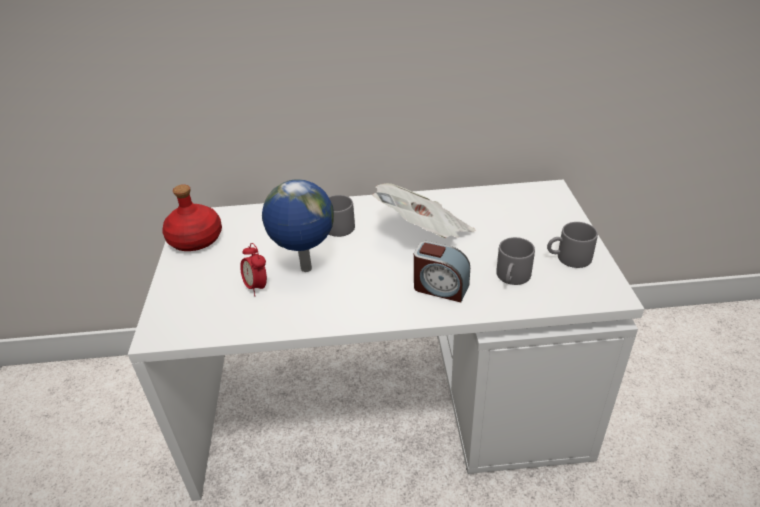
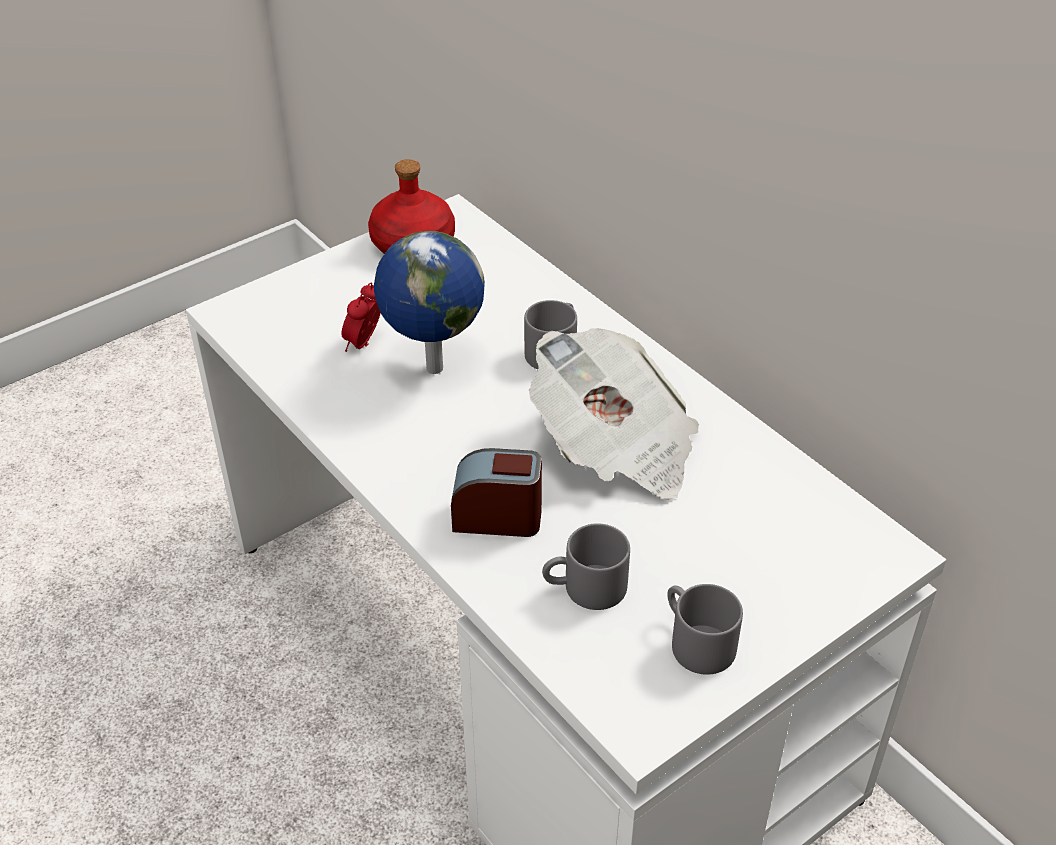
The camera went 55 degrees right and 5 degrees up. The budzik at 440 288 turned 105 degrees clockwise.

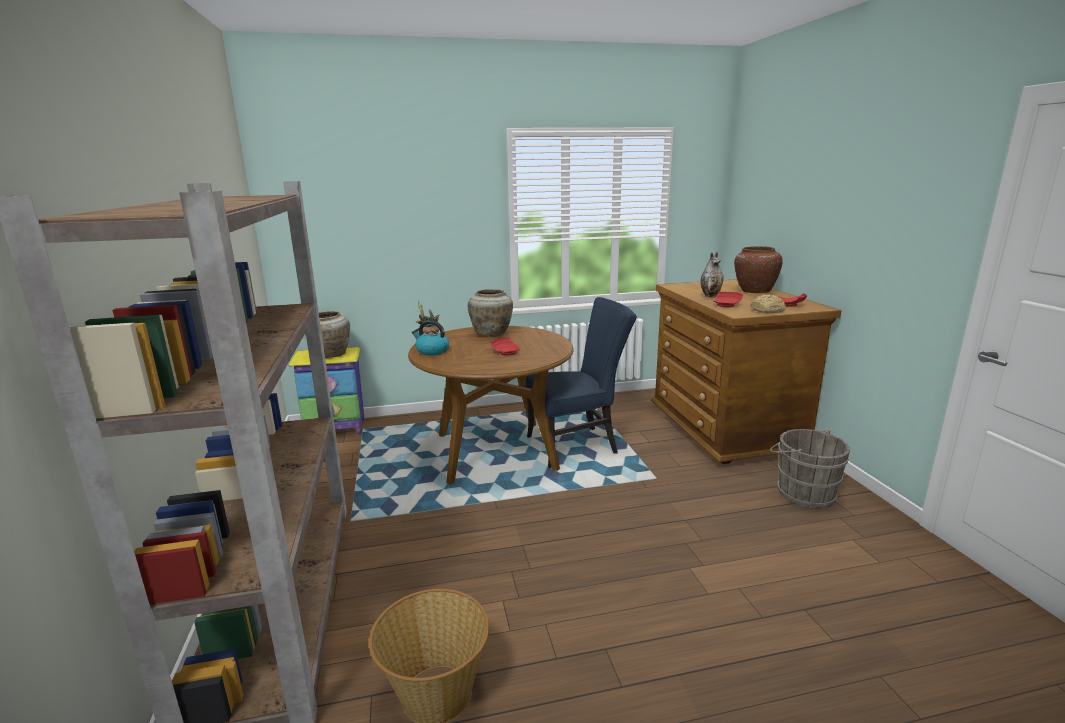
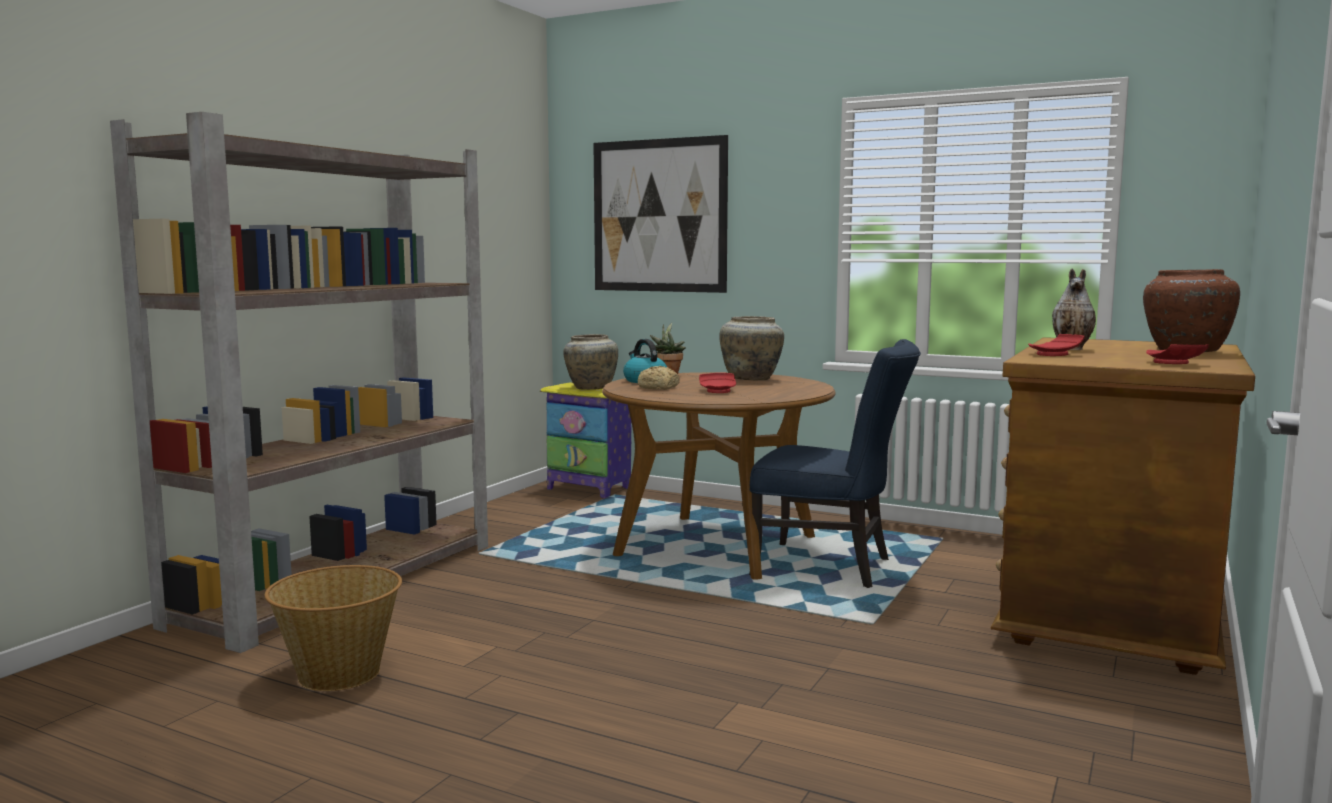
The camera went 40 degrees right and 10 degrees down. The chleb moved from 768 311 to 659 388. The wiadro (szary) at 802 492 disappeared. The obraz at 659 216 appeared.

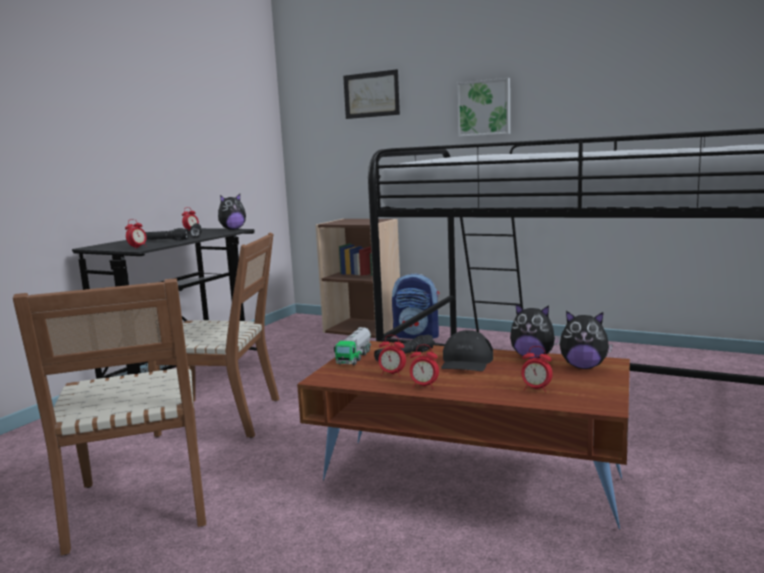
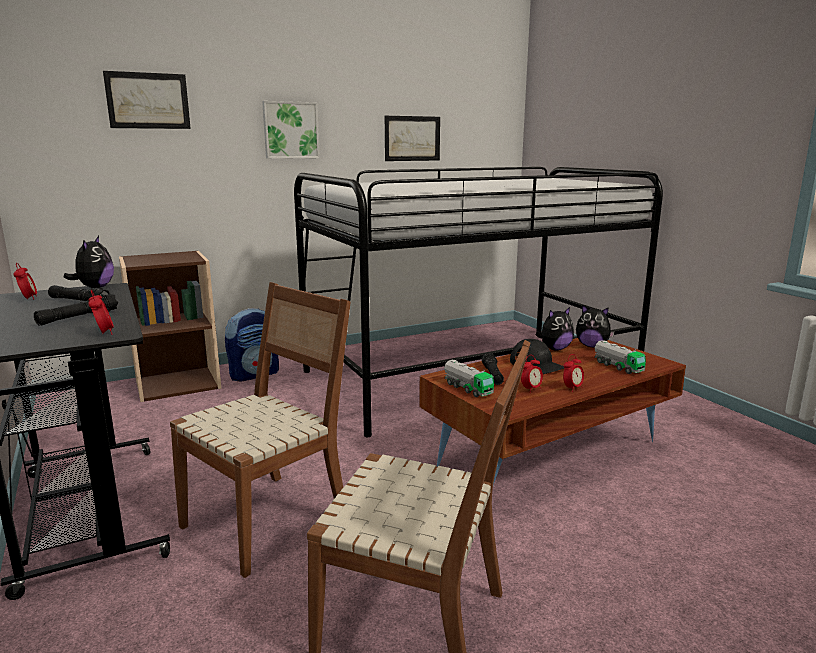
The camera went 55 degrees left and 5 degrees up. The budzik at 536 389 was replaced by the ciężarówka zabawkowa at 617 366. The pluszak at 583 367 turned 60 degrees clockwise. The obraz at 412 138 appeared.

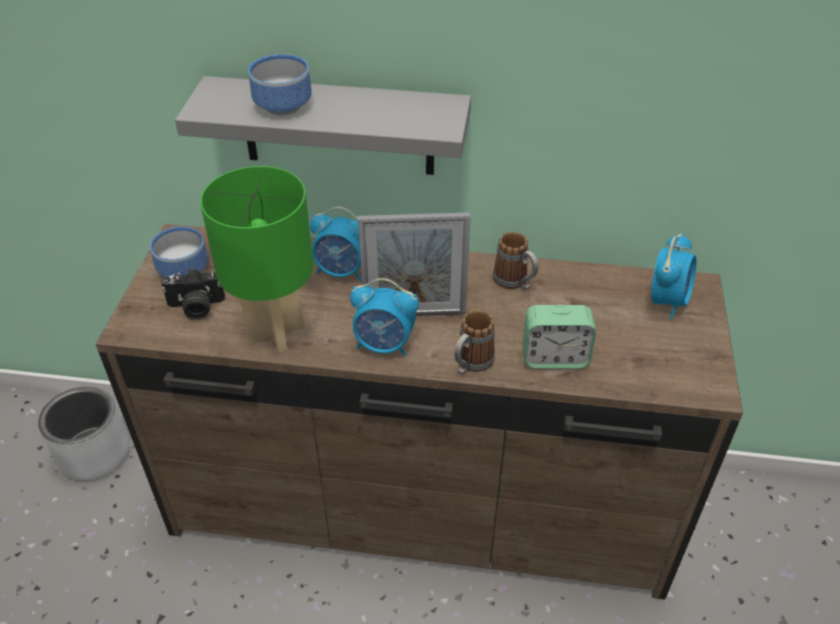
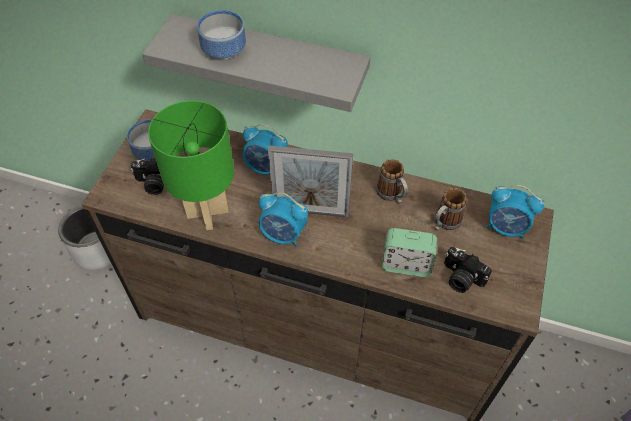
The camera went 10 degrees right and 10 degrees up. The kubek moved from 470 364 to 444 223. The budzik at 667 300 turned 75 degrees clockwise. The aparat fotograficzny at 460 278 appeared.

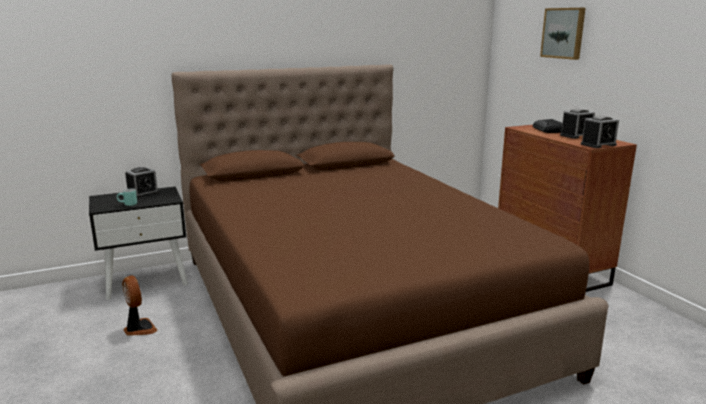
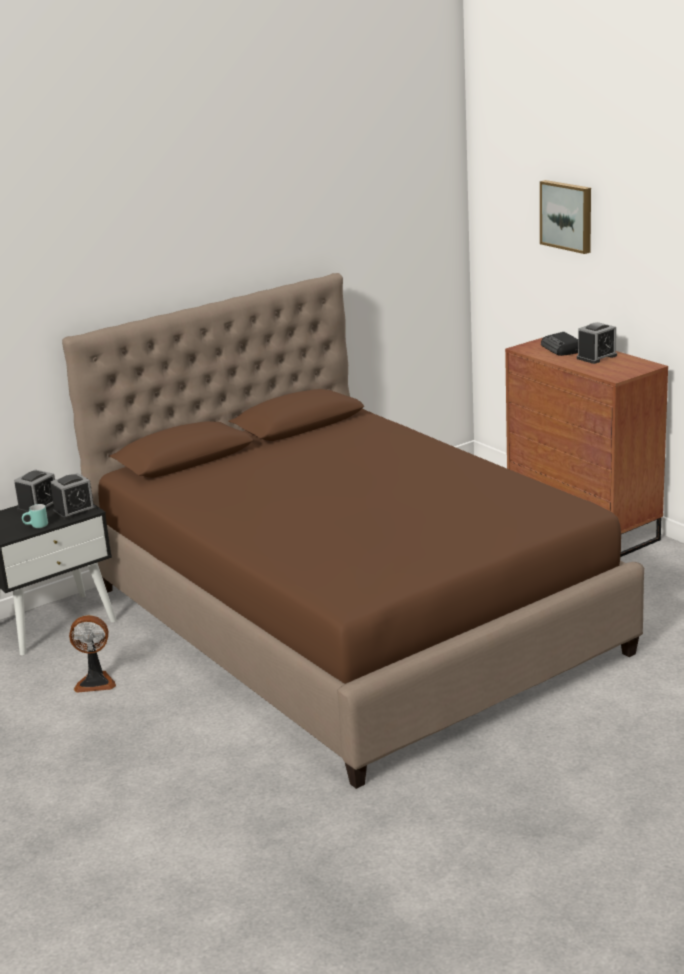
The camera went 10 degrees left and 5 degrees up. The wentylator at 139 329 turned 135 degrees clockwise. The budzik moved from 598 145 to 74 511.

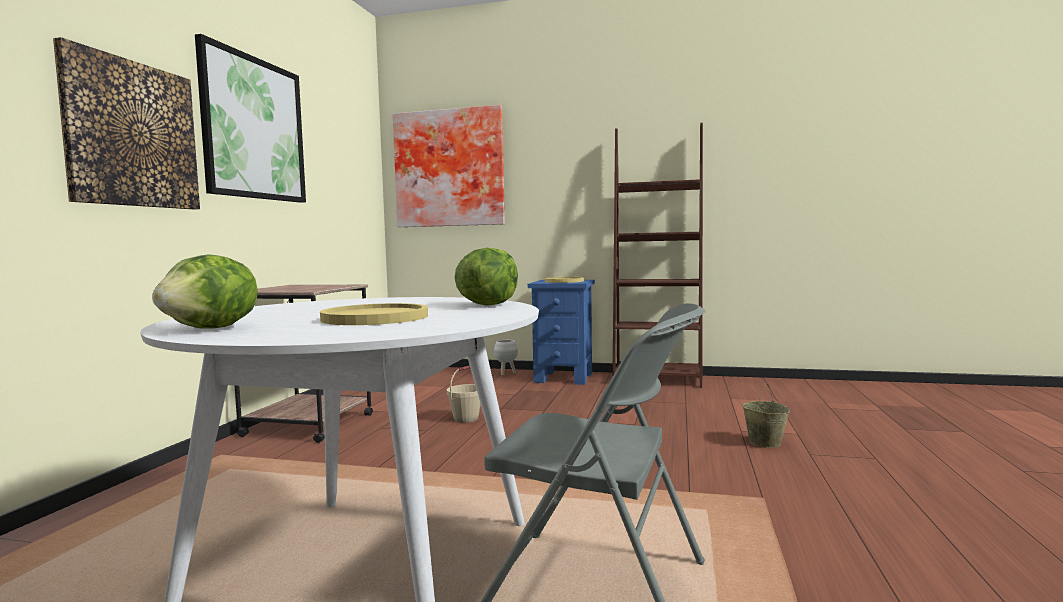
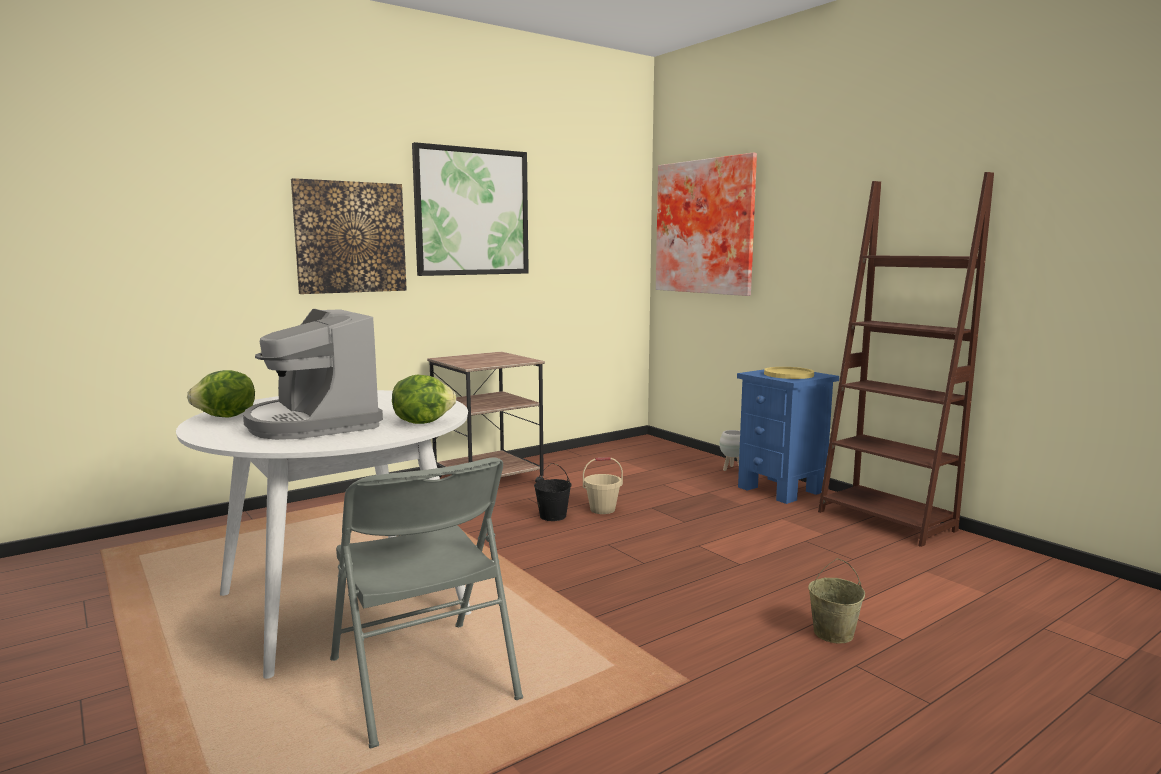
The camera went 40 degrees right and 5 degrees up. The talerz (żółty) at 375 317 was replaced by the ekspres do kawy at 313 424. The wiadro (czarny) at 552 516 appeared.

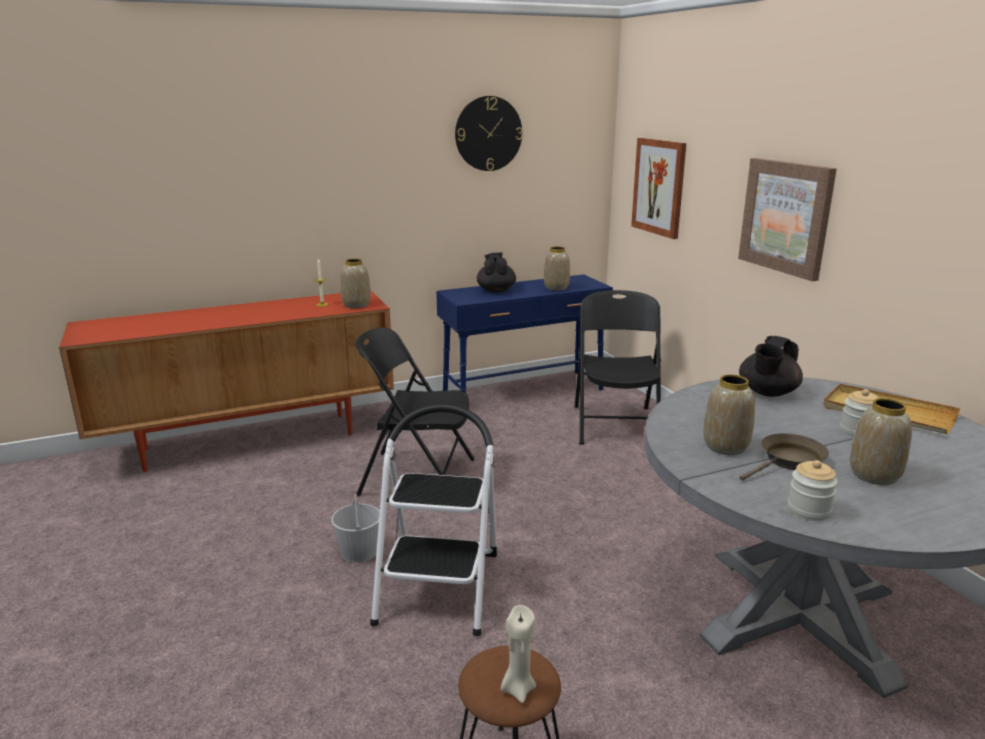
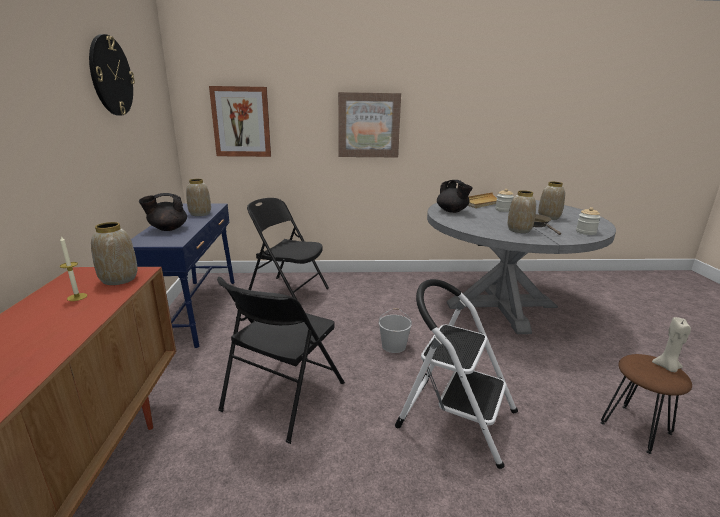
The camera went 70 degrees left and 0 degrees up. The wiadro (biały) moved from 359 551 to 394 346. The imbryk (czarny) at 496 290 turned 45 degrees counterclockwise.

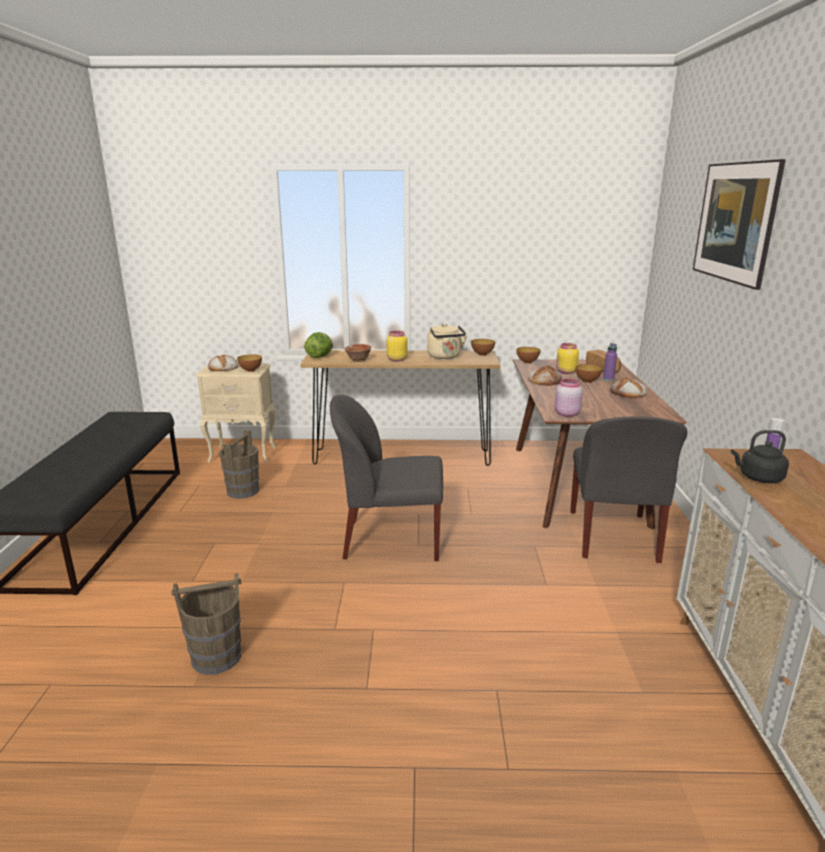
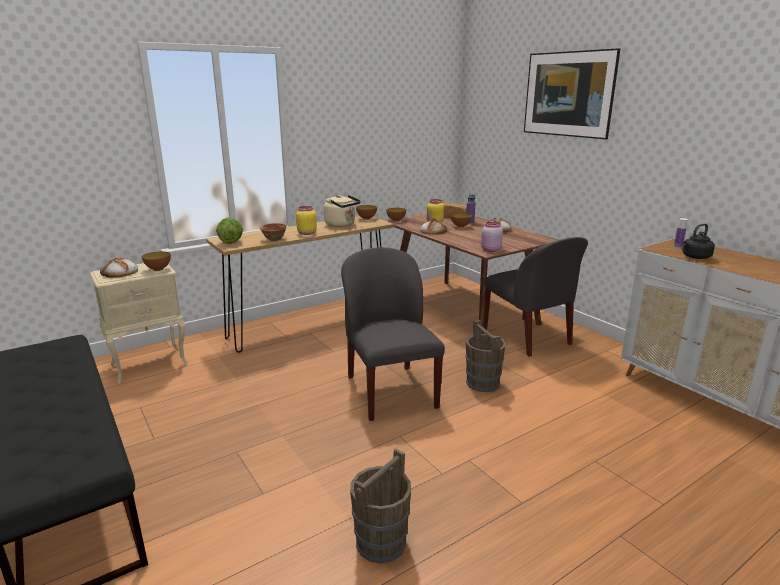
The camera went 35 degrees left and 0 degrees up. The wiadro (brązowy) moved from 243 491 to 482 383. The krzesło (szary) at 390 540 turned 105 degrees clockwise.

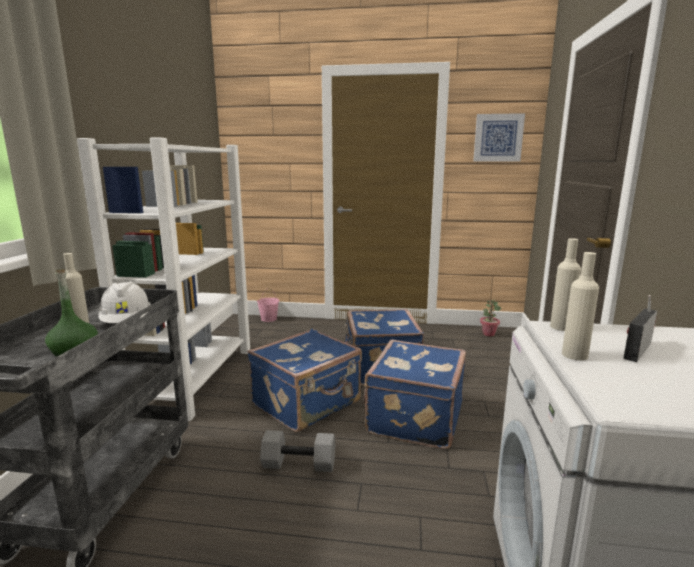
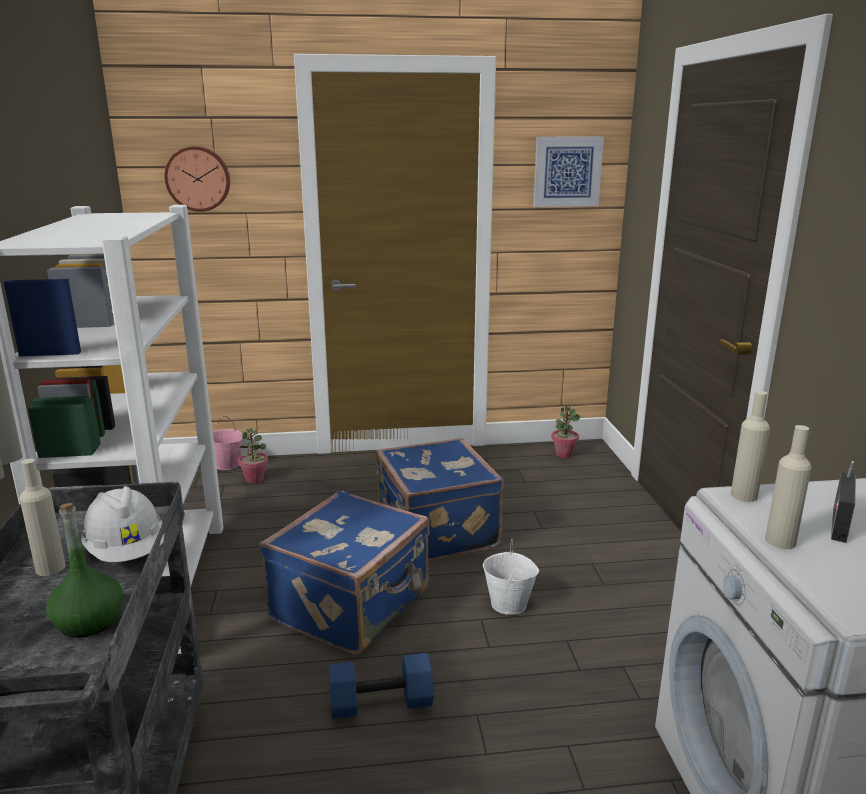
The camera went 15 degrees left and 5 degrees up. The hantel (szary) at 298 465 became the hantel (niebieski) at 380 704. The walizka (niebieski) at 413 418 was replaced by the wiadro (biały) at 509 604. The zegar ścienny at 198 179 appeared. The roślina doniczkowa at 254 479 appeared.

